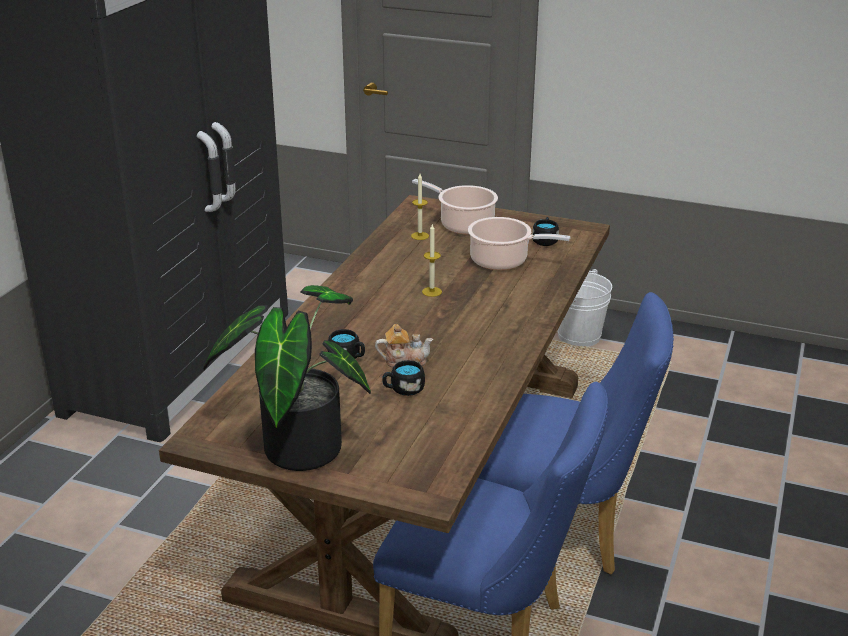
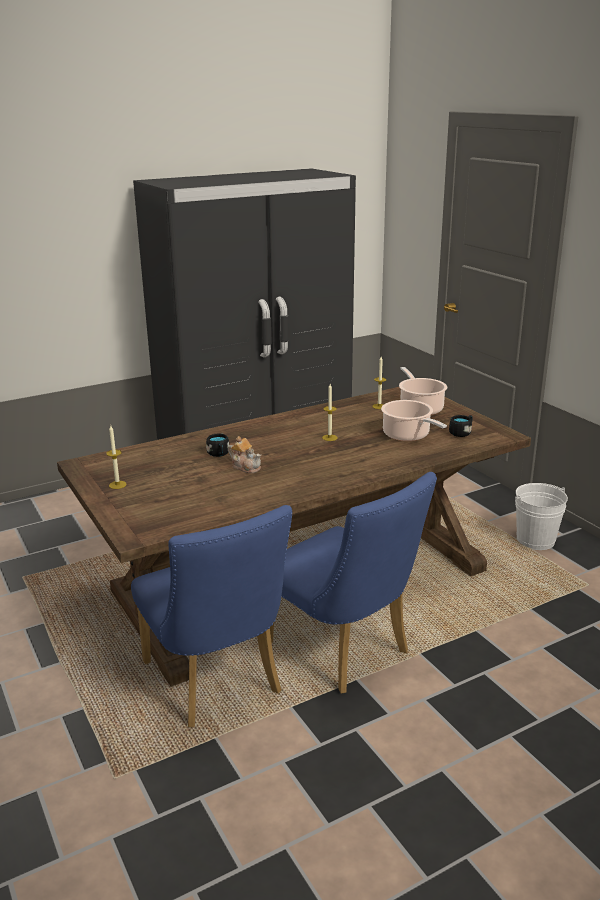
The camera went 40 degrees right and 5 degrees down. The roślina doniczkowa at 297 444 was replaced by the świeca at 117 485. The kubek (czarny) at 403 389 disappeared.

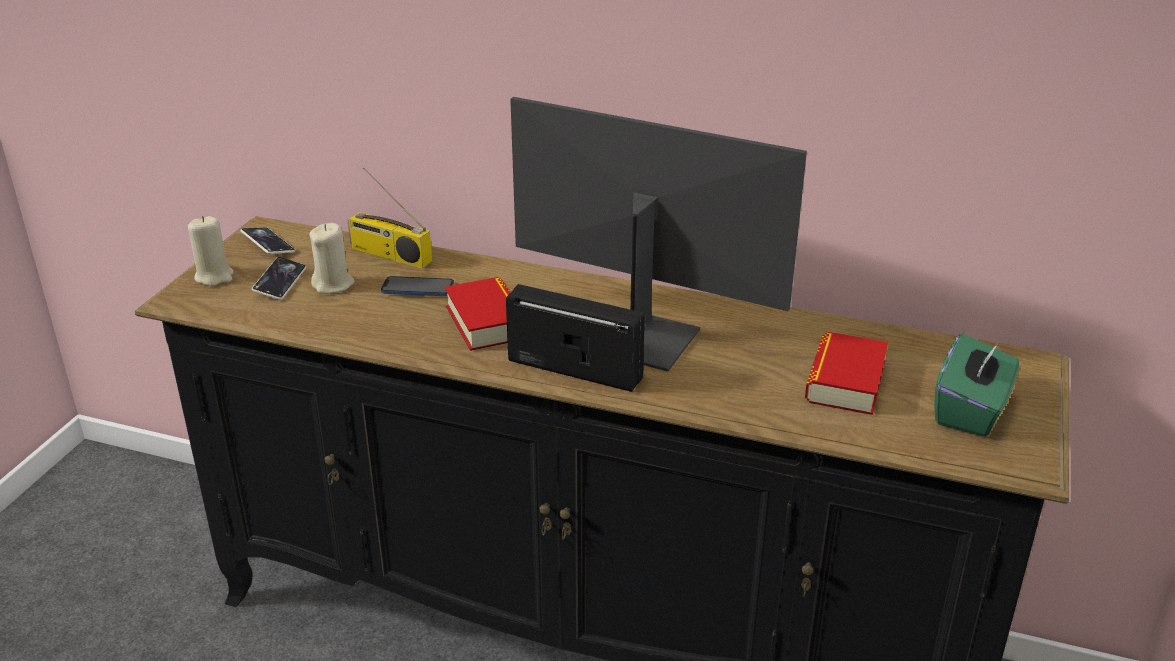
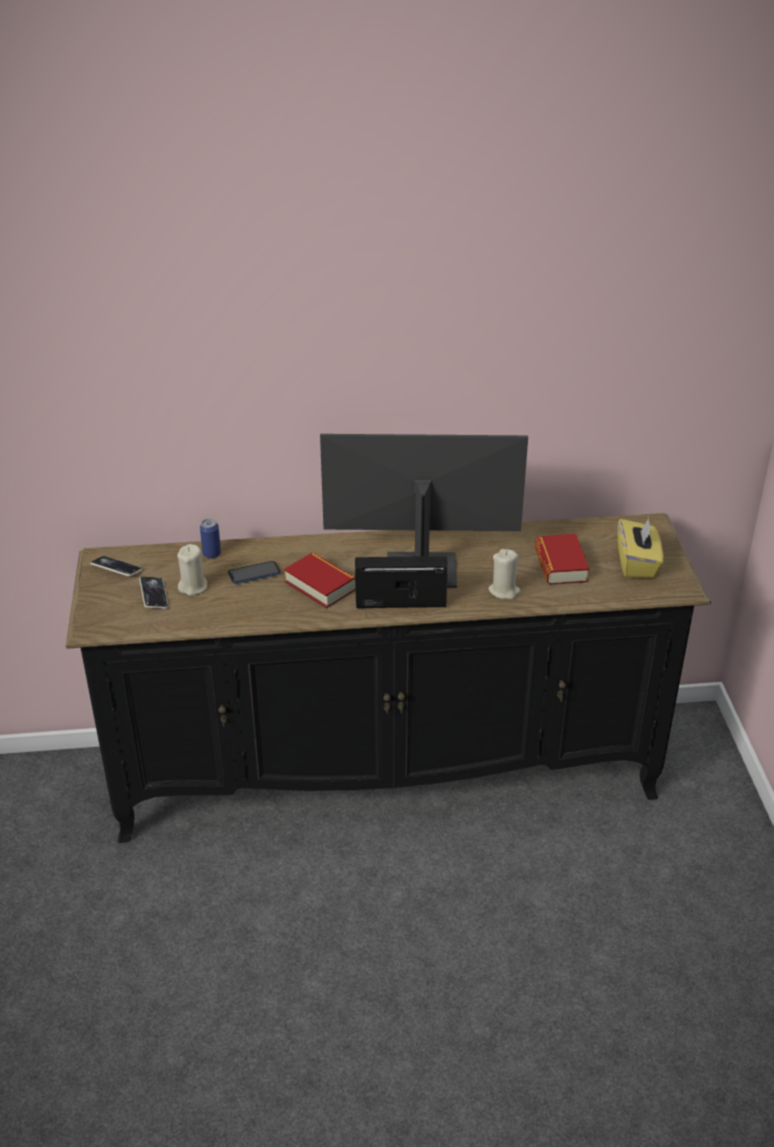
The camera went 25 degrees left and 5 degrees up. The świeca (beżowy) moved from 214 276 to 504 591. The radio at 389 255 was replaced by the puszka at 212 554. The pudełko chusteczek (zielony) at 971 410 became the pudełko chusteczek (żółty) at 637 563.

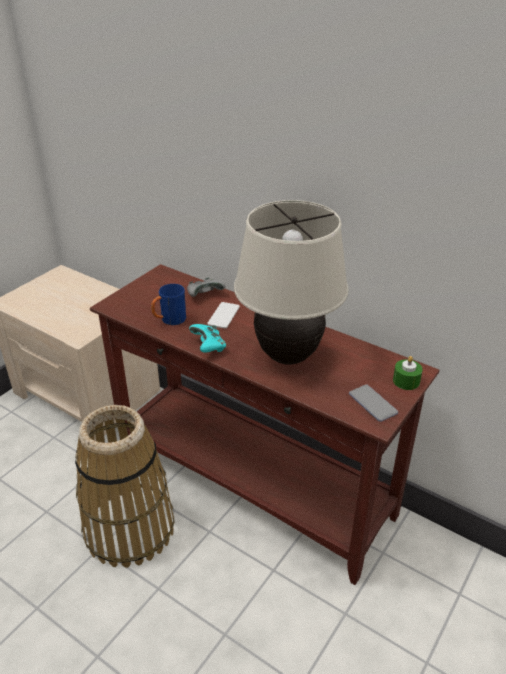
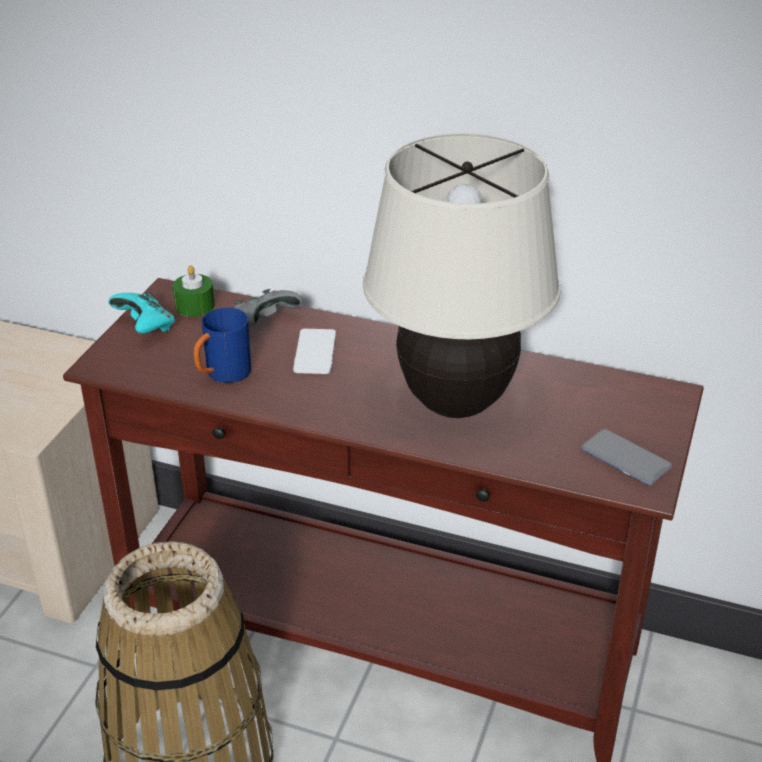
The camera went 15 degrees left and 0 degrees up. The pad do gier (turkusowy) moved from 208 347 to 146 327. The świeca (zielony) moved from 406 381 to 195 306.

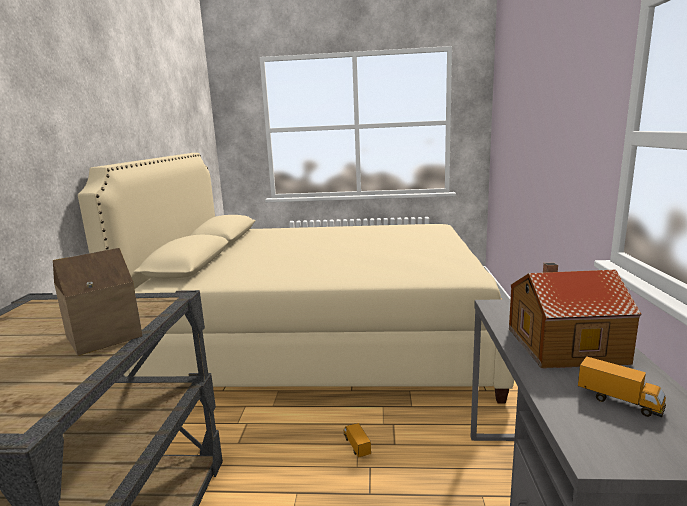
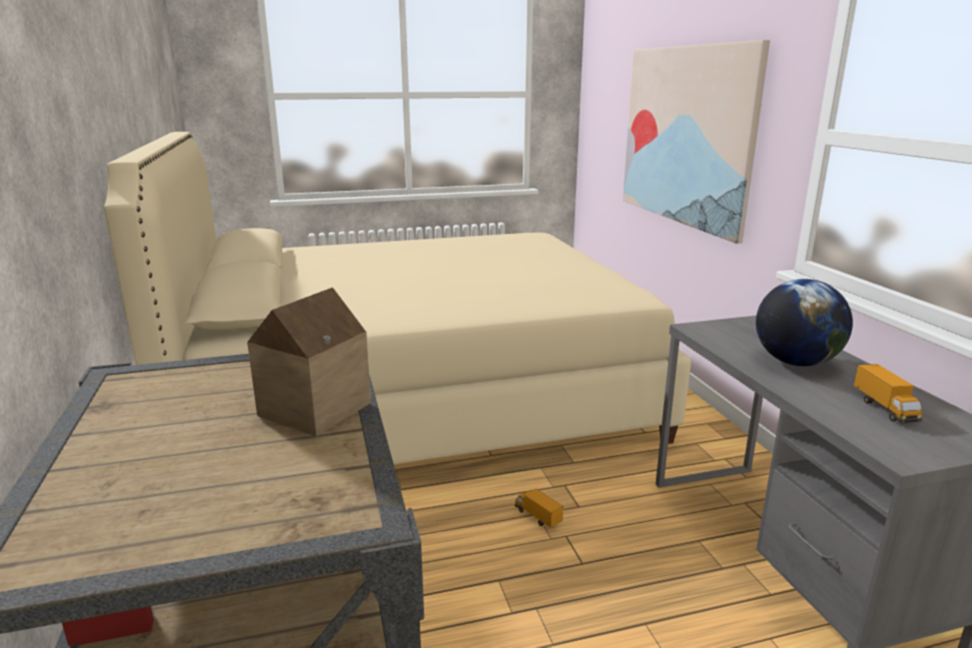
The camera went 20 degrees left and 5 degrees up. The domek at 562 344 was replaced by the globus at 795 362. The ciężarówka zabawkowa at 619 402 turned 60 degrees clockwise. The obraz at 686 136 appeared.

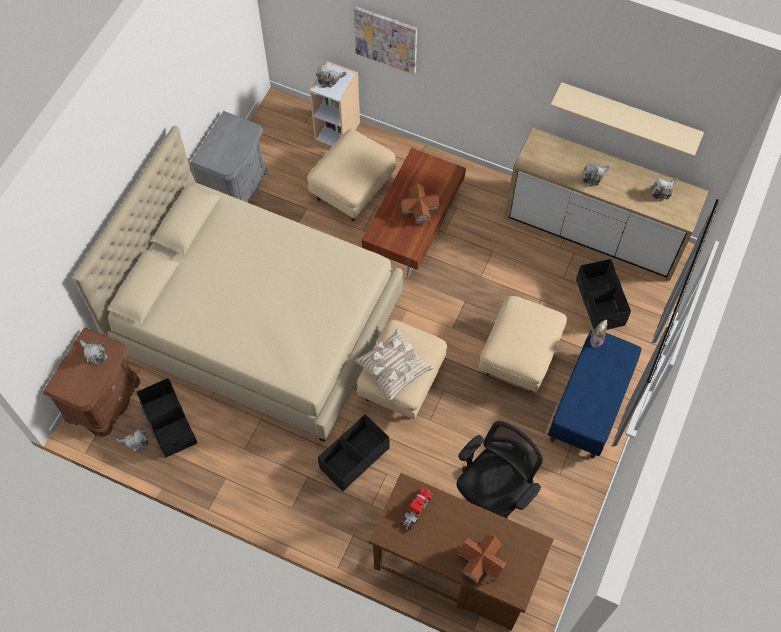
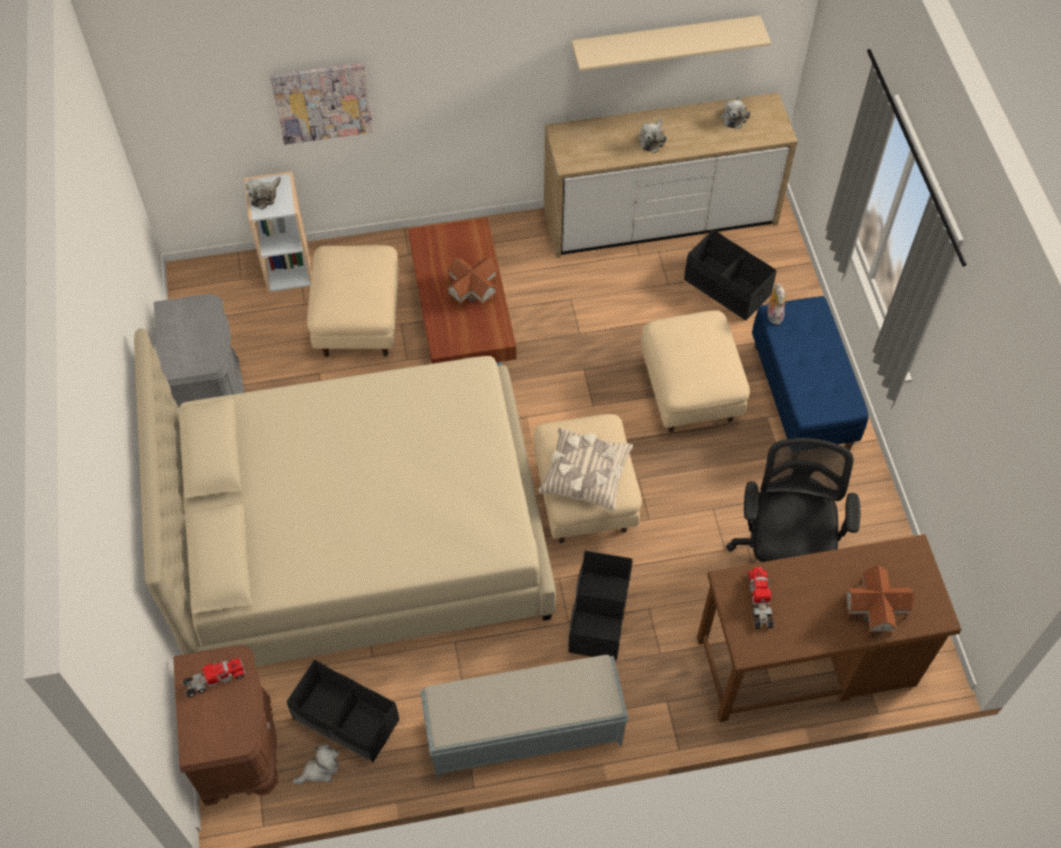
The camera went 35 degrees left and 5 degrees down. The pluszak at 94 354 was replaced by the ciężarówka zabawkowa at 214 680. The ławka (szary) at 522 732 appeared.

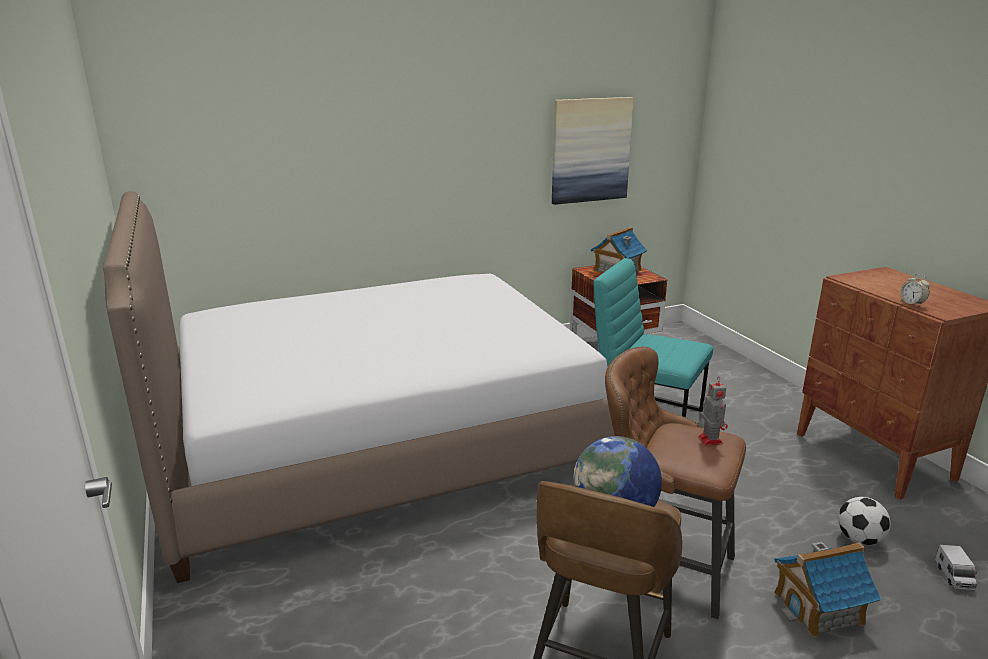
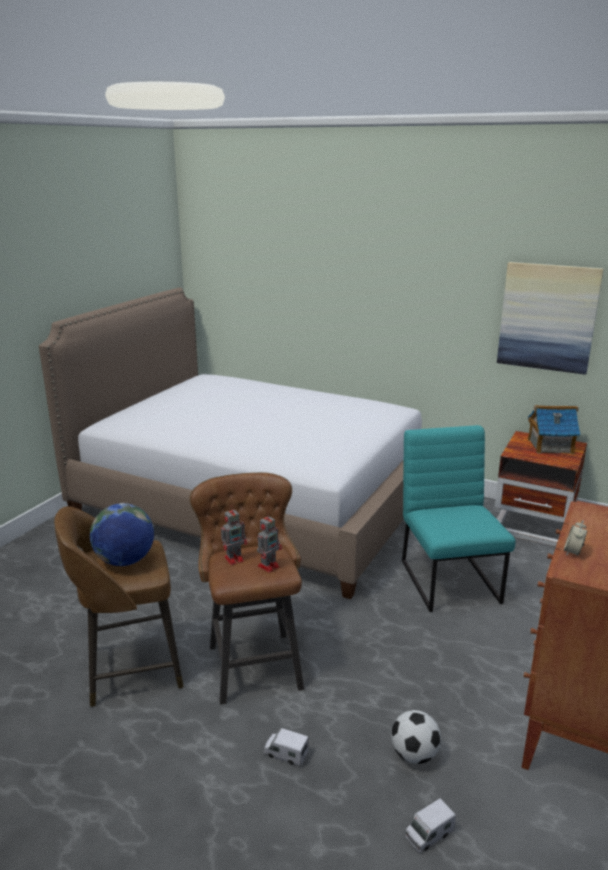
The camera went 50 degrees right and 0 degrees up. The domek at 819 608 was replaced by the ciężarówka zabawkowa at 286 754. The robot zabawkowy at 235 559 appeared.

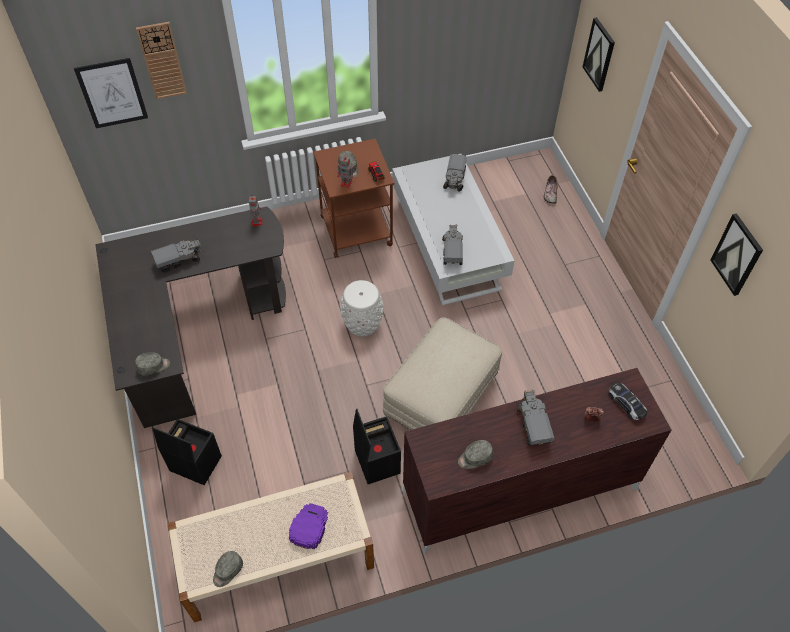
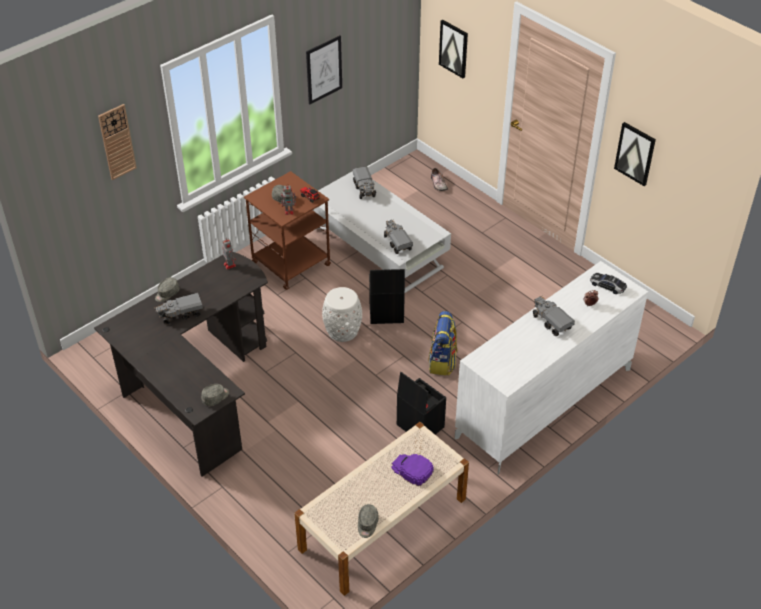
The camera went 25 degrees left and 10 degrees down. The obraz moved from 112 93 to 324 69. The ciężarówka zabawkowa at 179 260 turned 150 degrees counterclockwise. The pojemnik do przechowywania (czarny) moved from 194 463 to 385 313. The czapka z daszkiem (fioletowy) at 309 526 turned 45 degrees counterclockwise. The pufa (beżowy) at 440 397 was replaced by the plecak at 442 362. The komoda (brązowy) at 519 491 became the komoda (biały) at 544 403. The czapka z daszkiem (szary) moved from 475 458 to 167 294.

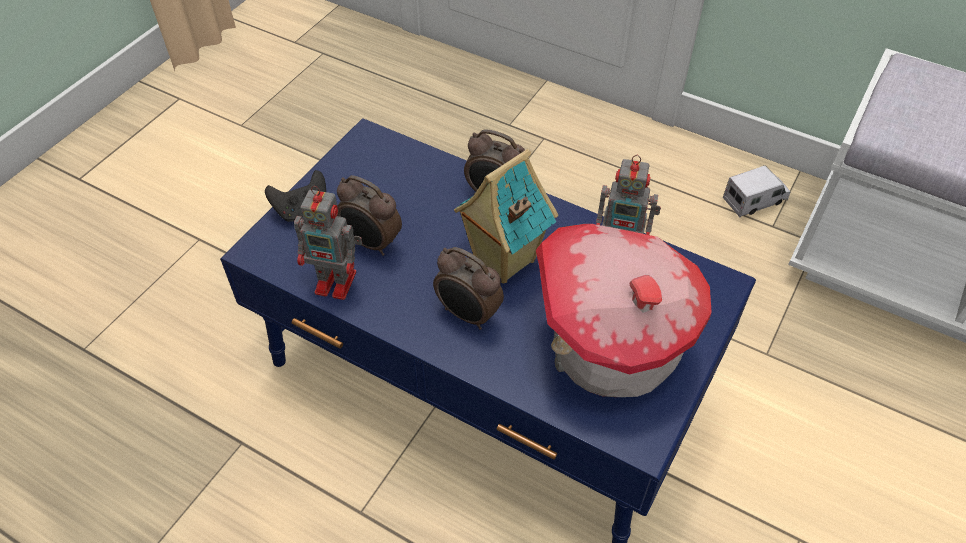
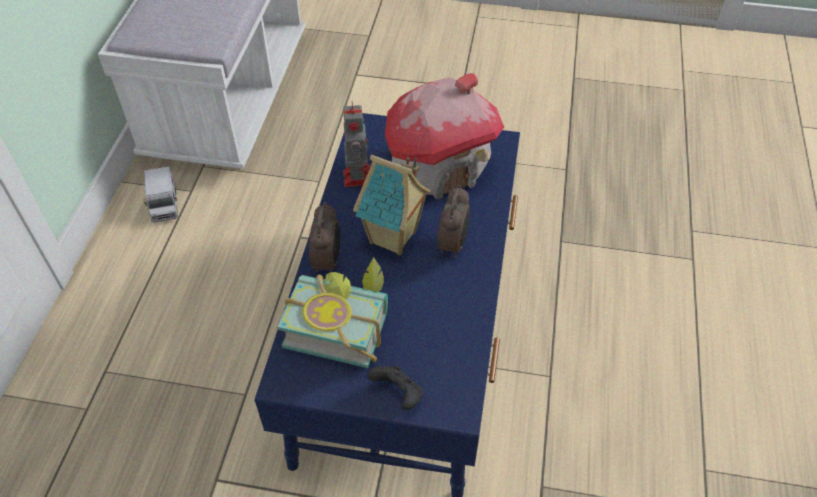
The camera went 110 degrees left and 0 degrees up. The robot zabawkowy at 338 283 disappeared. The budzik at 371 243 disappeared. The ciężarówka zabawkowa at 754 201 turned 150 degrees counterclockwise. The książka at 340 323 appeared.

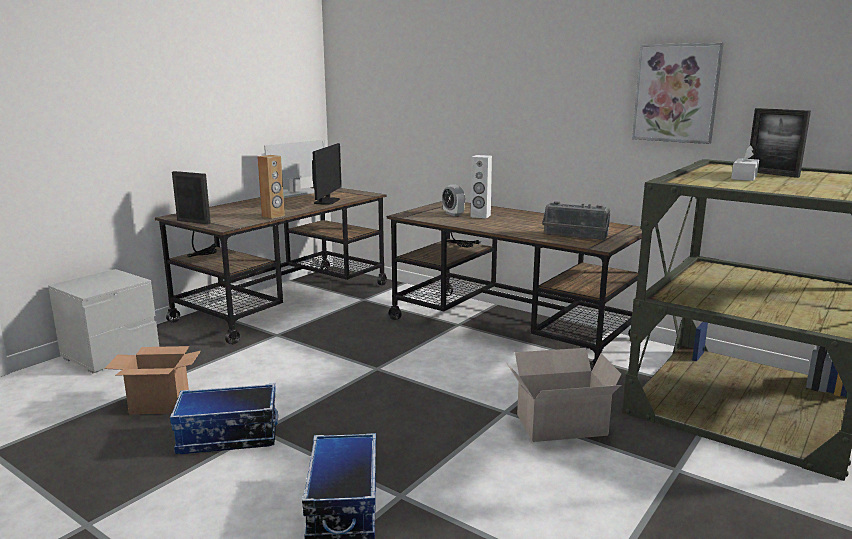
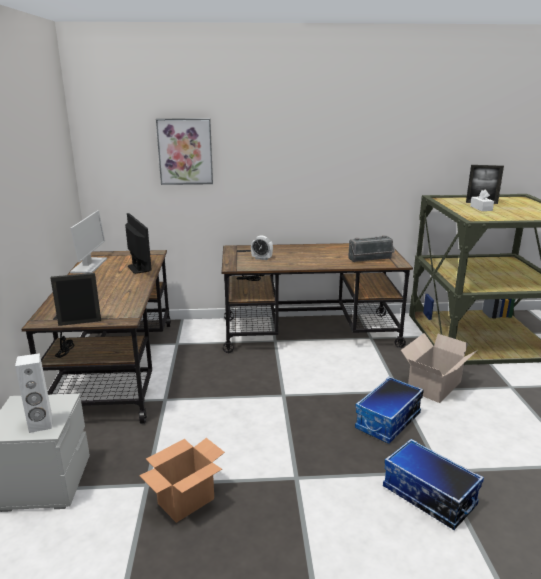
The camera went 40 degrees left and 5 degrees up. The pojemnik do przechowywania moved from 227 437 to 388 421. The głośnik (brązowy) at 273 216 disappeared. The głośnik (biały) moved from 480 216 to 41 425. The obraz moved from 676 93 to 185 151.

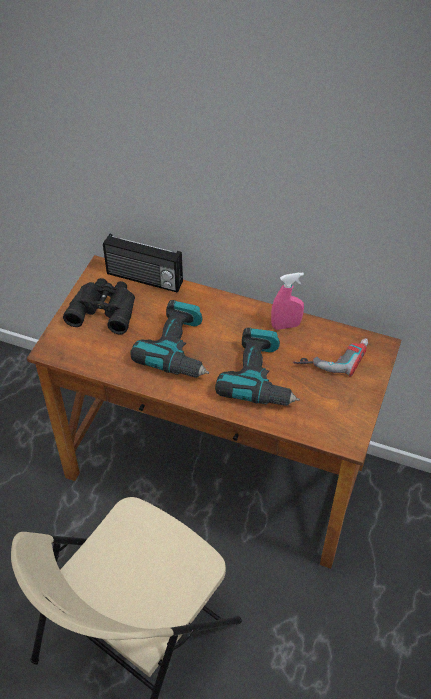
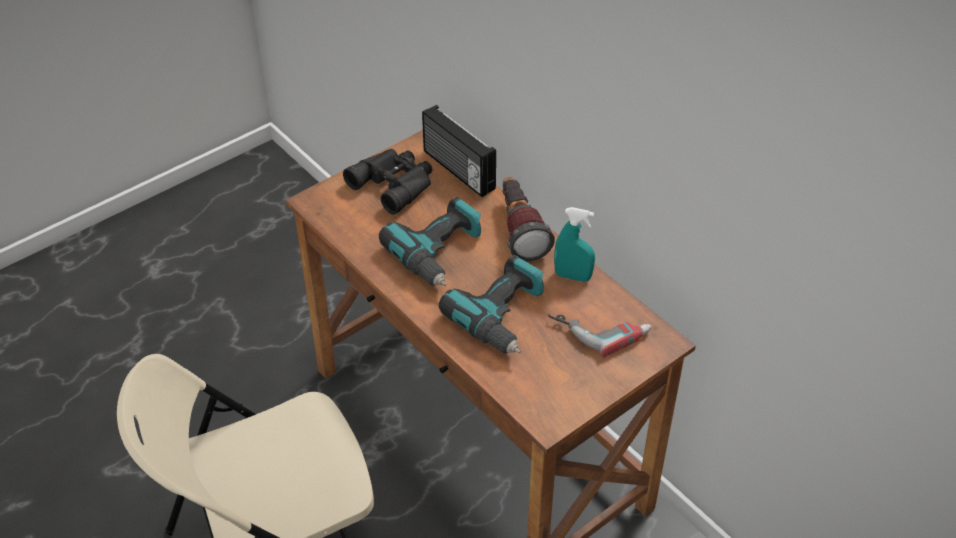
The camera went 30 degrees right and 5 degrees down. The spryskiwacz (różowy) at 286 325 became the spryskiwacz (turkusowy) at 572 276. The latarka at 519 230 appeared.

